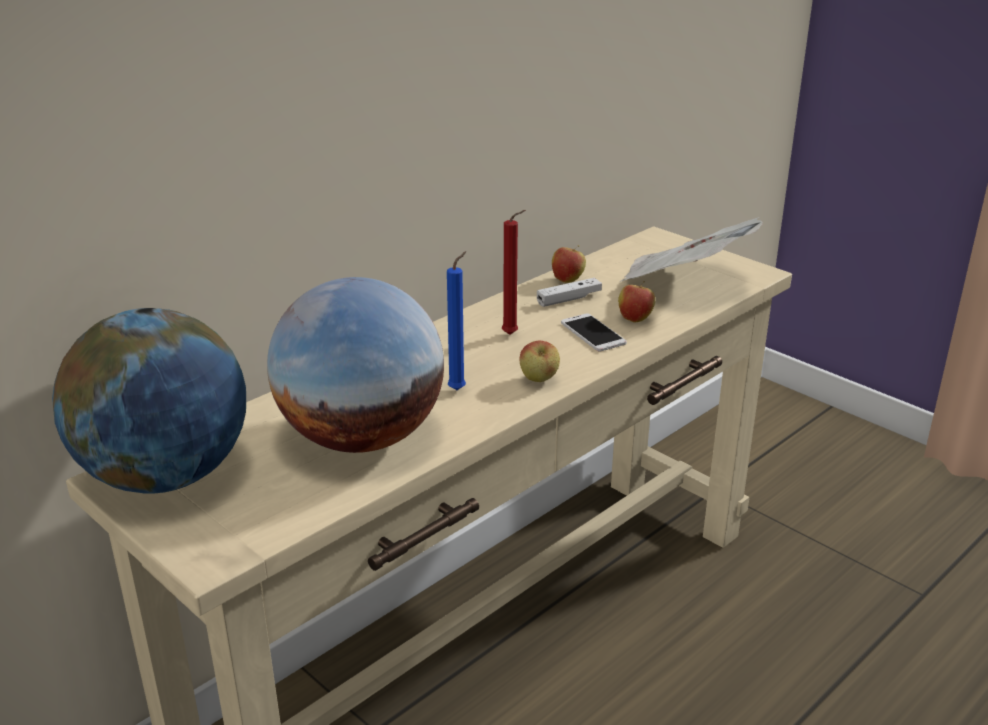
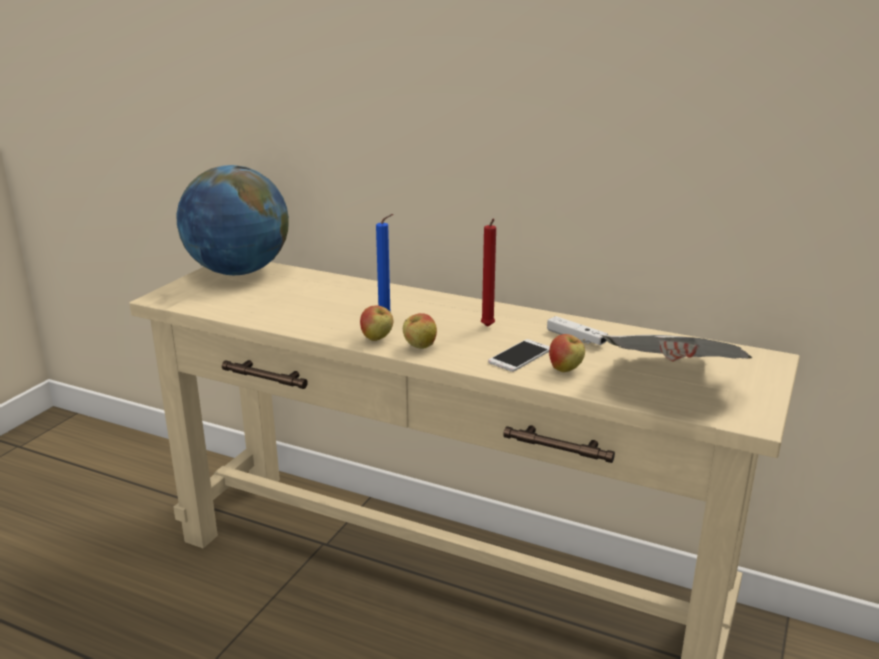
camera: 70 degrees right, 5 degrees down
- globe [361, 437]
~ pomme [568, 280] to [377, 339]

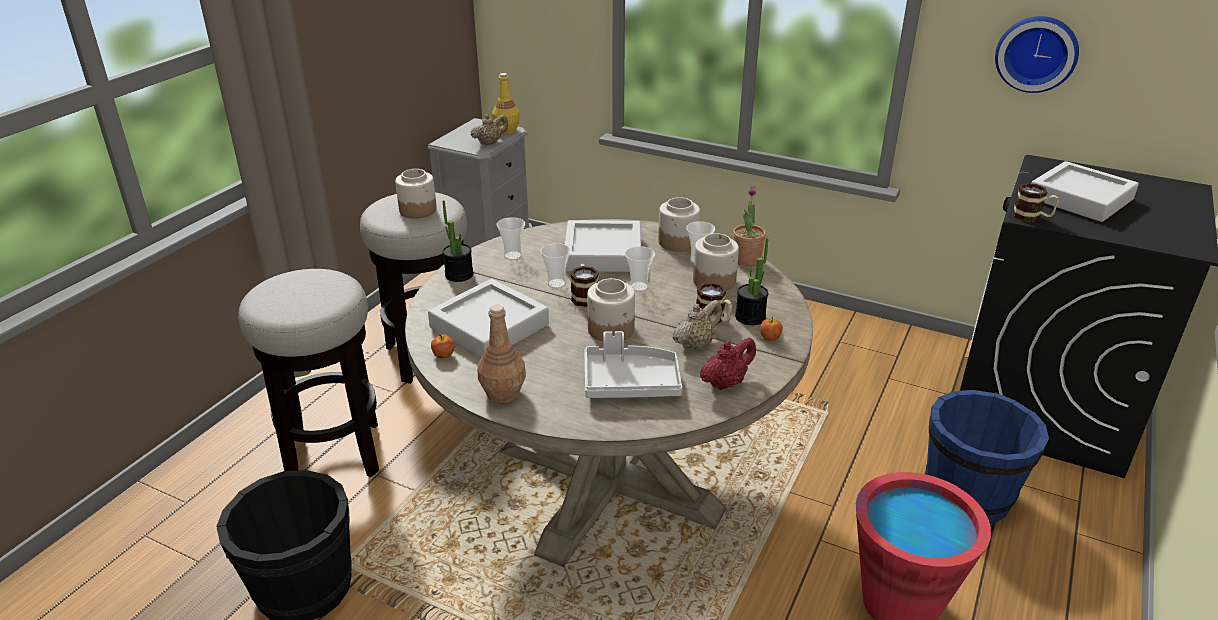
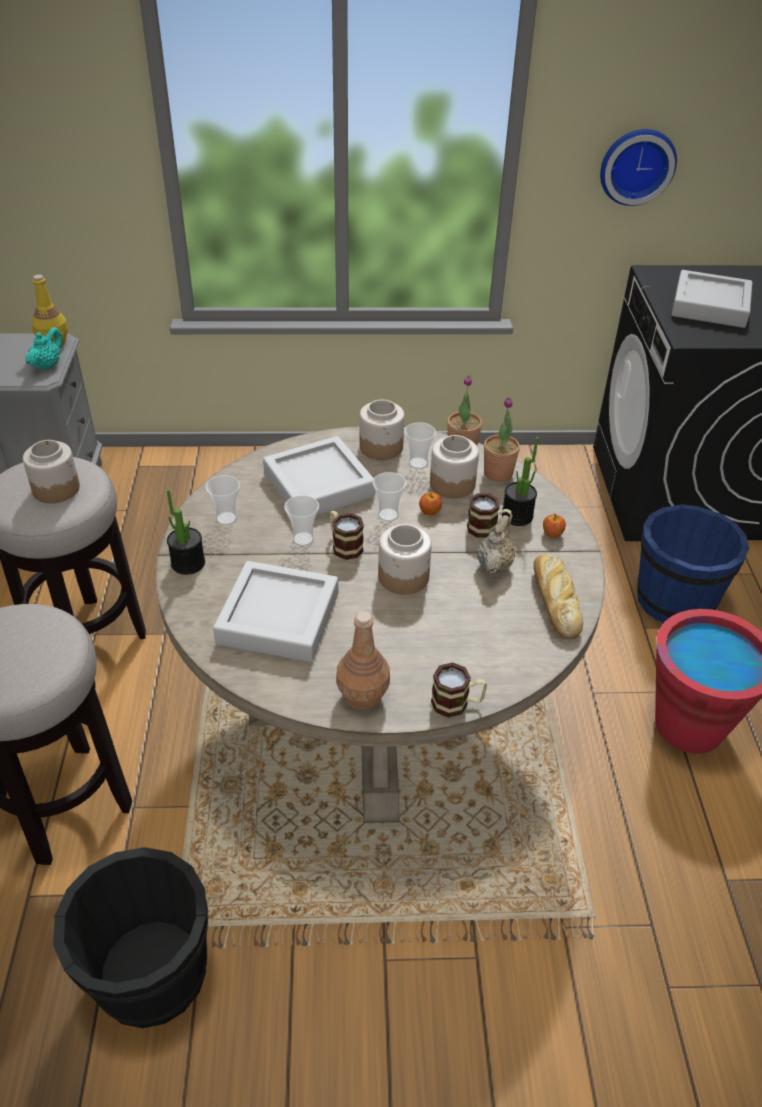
camera: 30 degrees left, 10 degrees up
~ pomme [443, 355] to [430, 511]
~ théière (beige) [490, 143] to théière (turquoise) [47, 365]
- plateau (gris) [630, 383]
~ théière (rouge) [725, 383] to pain [555, 599]
~ mug [1032, 217] to [457, 703]
+ plante en pot [498, 473]

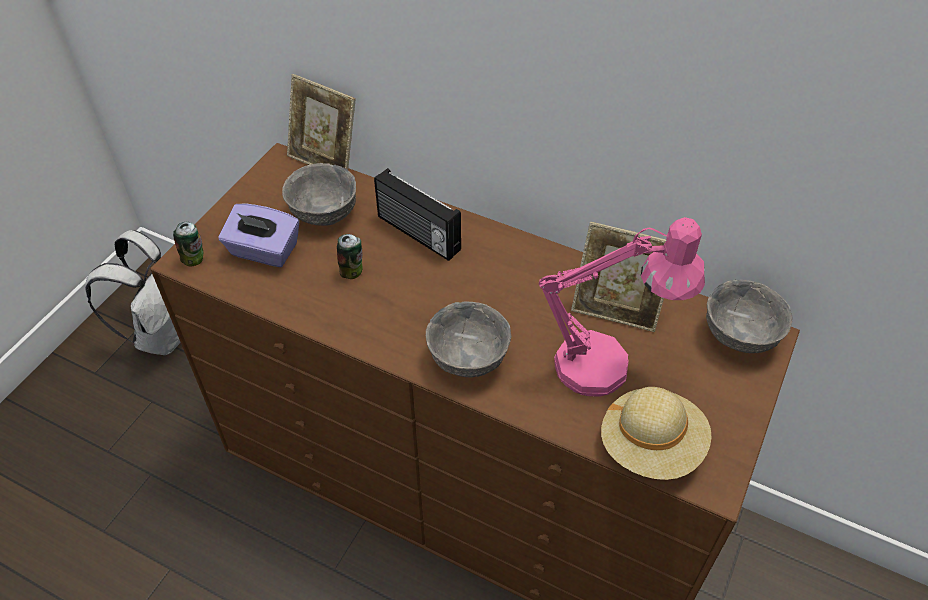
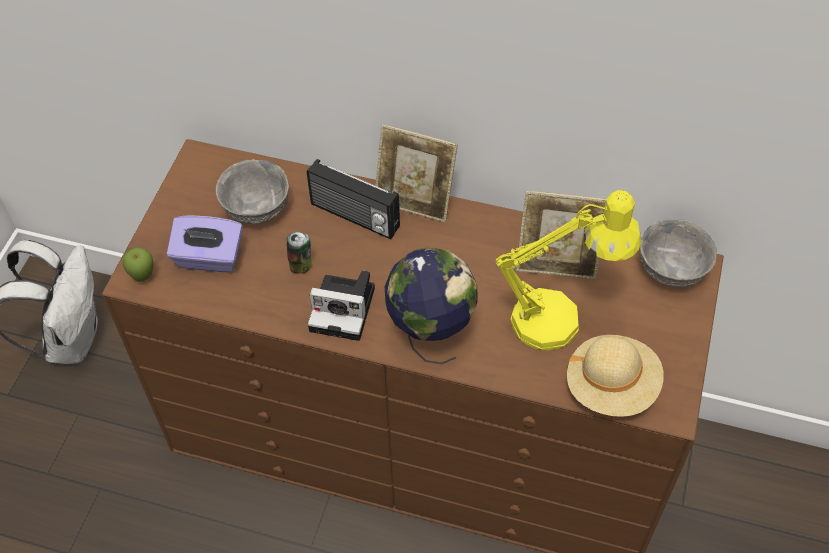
camera: 10 degrees left, 5 degrees up
~ boîte métallique [195, 259] to pomme [143, 277]
~ cadre photo [325, 160] to [415, 202]
~ bol (gris) [467, 357] to globe [430, 332]
~ lampe de table (rose) [608, 366] to lampe de table (jaune) [560, 319]
+ appareil photo [345, 309]

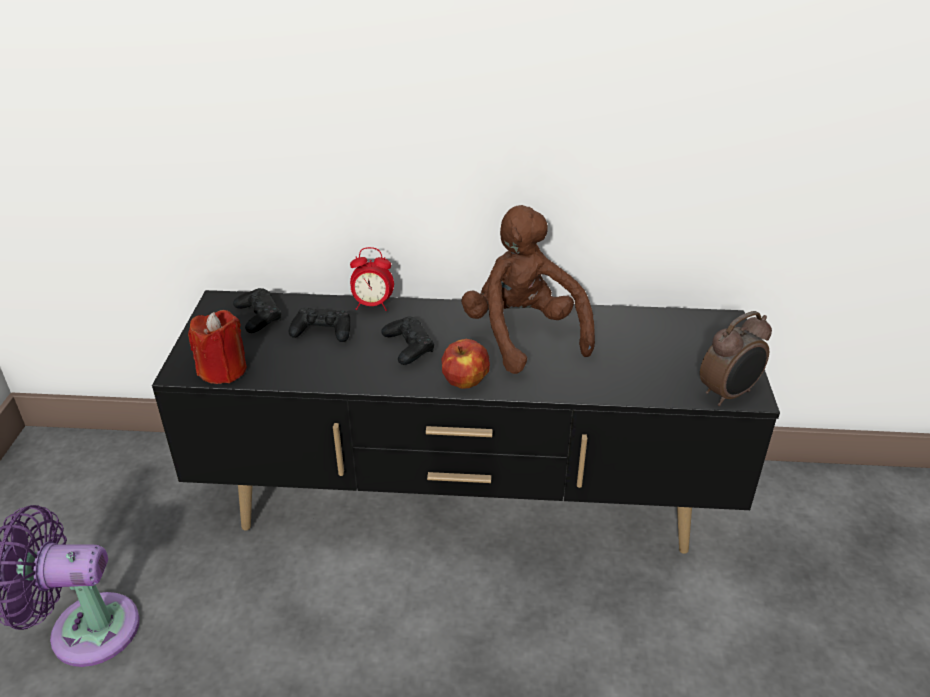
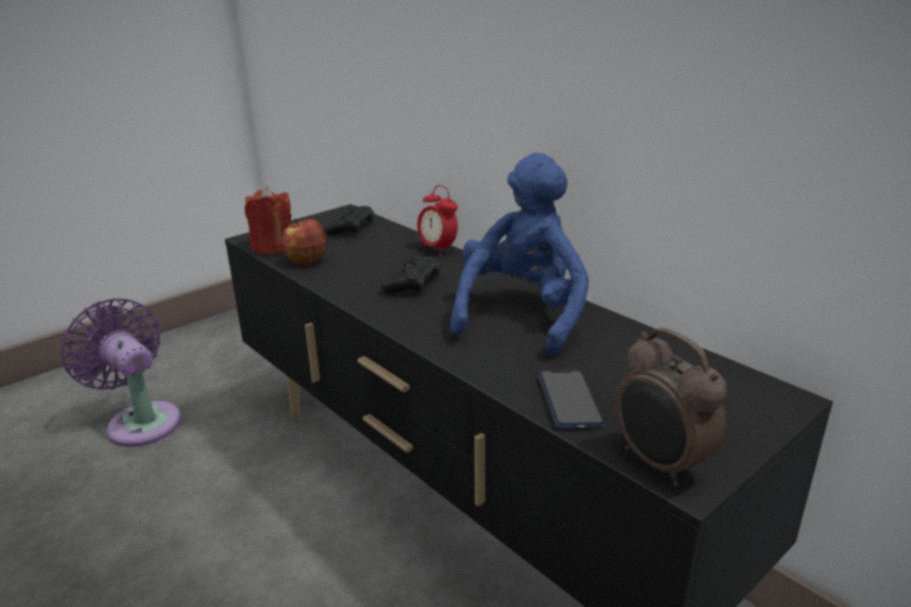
camera: 45 degrees right, 10 degrees down
- manette (noir) [322, 331]
~ pomme [466, 381] to [307, 261]
~ peluche (marron) [523, 335] to peluche (bleu) [522, 314]
~ réveil [729, 394] = [659, 464] 45 degrees clockwise
+ téléphone [569, 400]

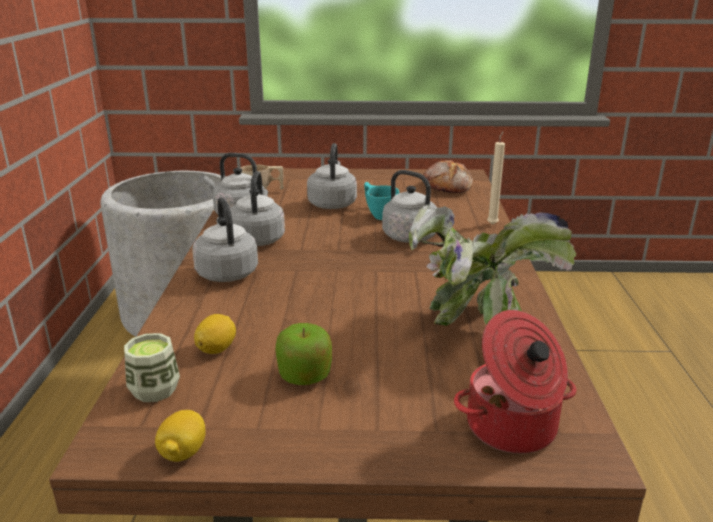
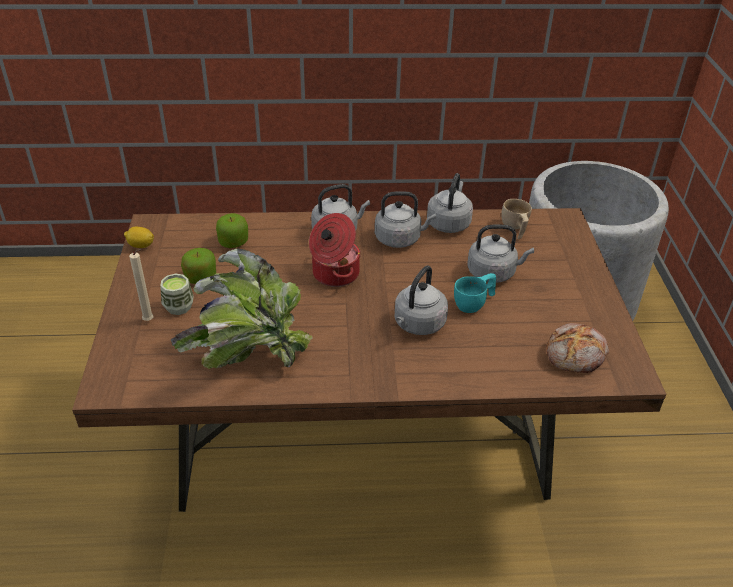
camera: 85 degrees right, 15 degrees up
~ tasse [155, 390] to [178, 307]
~ citron [216, 349] to pomme [233, 242]
~ marmite [512, 429] to [334, 274]
~ bougie (beige) [493, 224] to [150, 321]

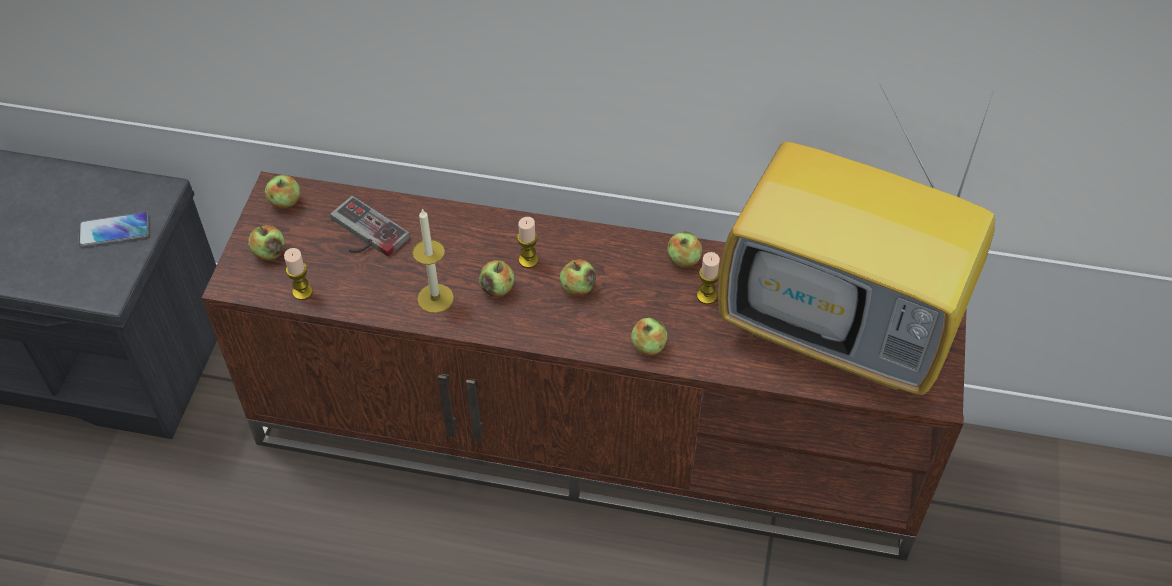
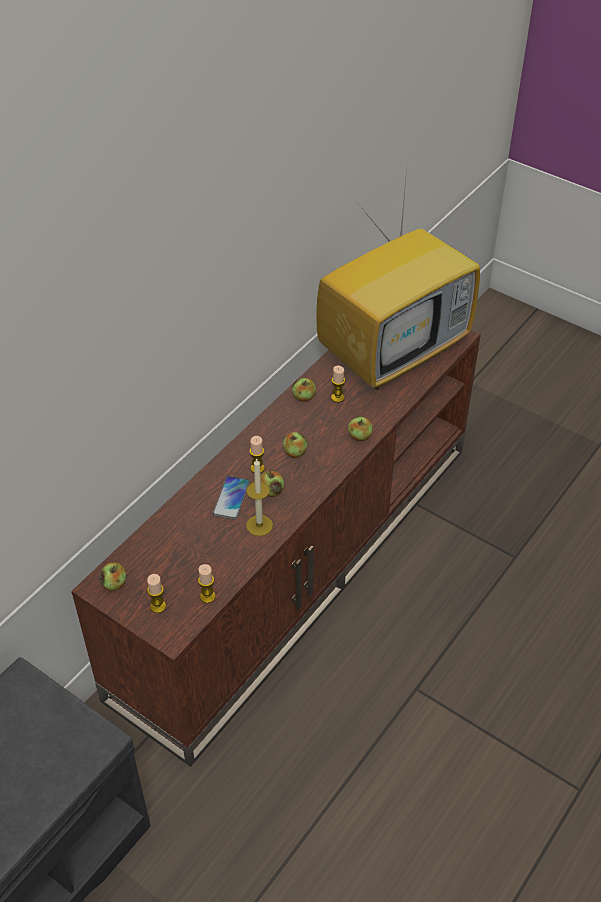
camera: 65 degrees left, 5 degrees down
~ téléphone [114, 230] to [231, 498]
~ pomme [269, 253] to bougie [158, 606]
- manette [363, 234]

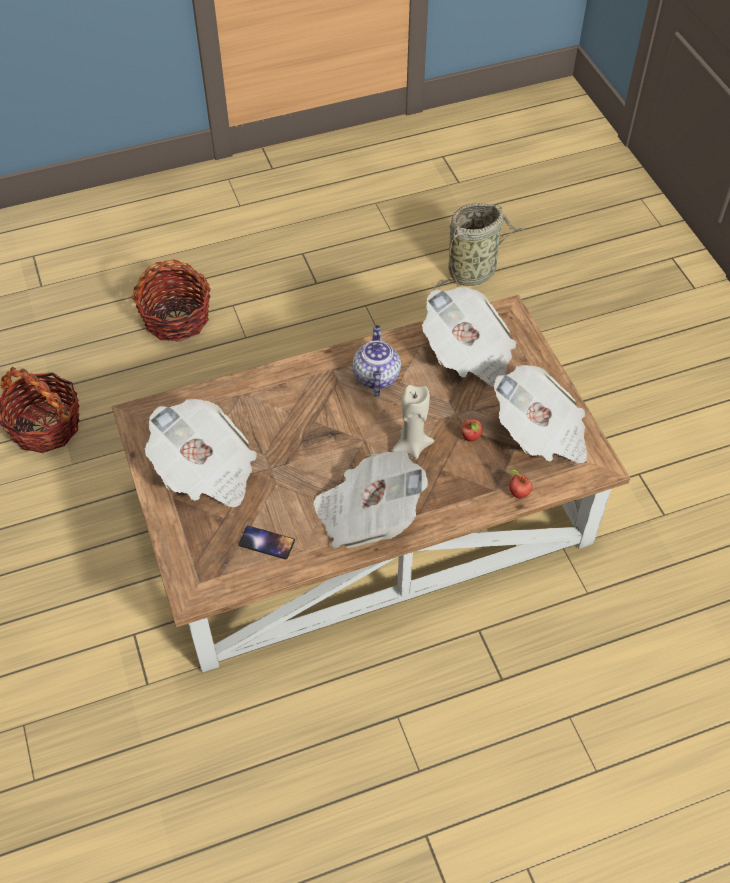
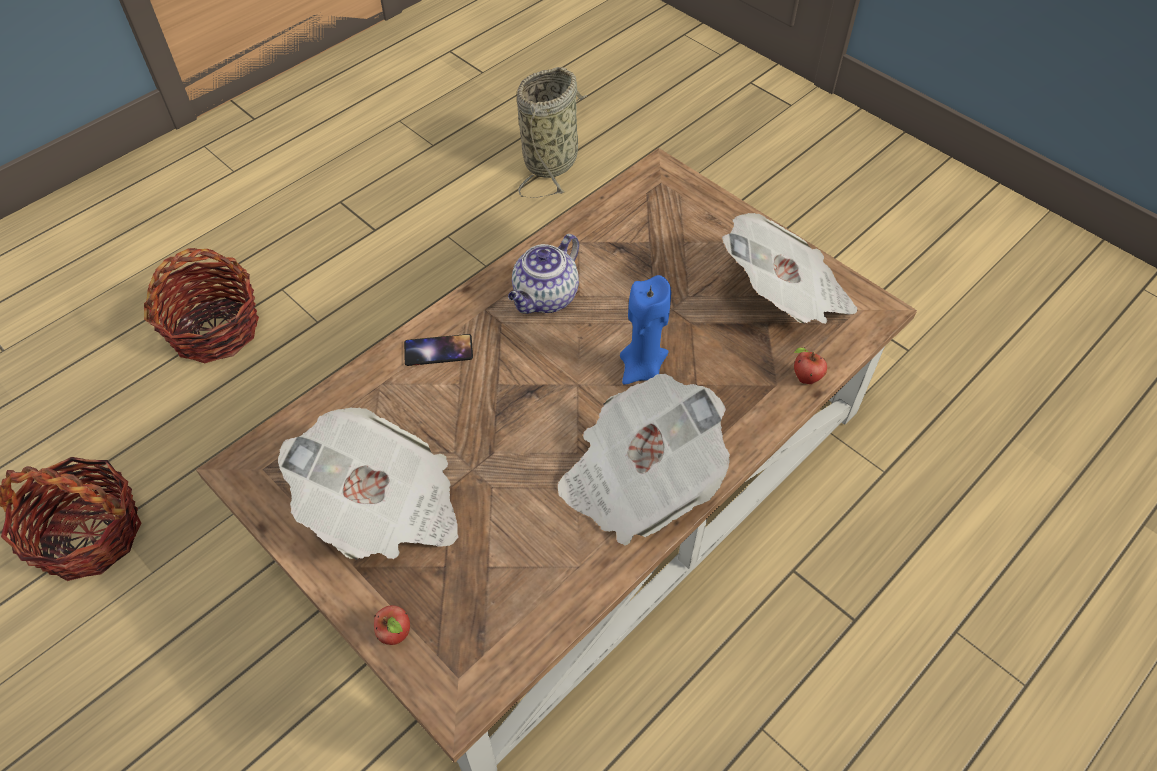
camera: 25 degrees left, 0 degrees up
~ téléphone [266, 542] to [438, 350]
~ théière [375, 376] = [545, 298] 120 degrees counterclockwise
~ bougie (beige) [412, 446] to bougie (bleu) [642, 369]
- journal [468, 355]
~ pomme [471, 438] to [396, 634]

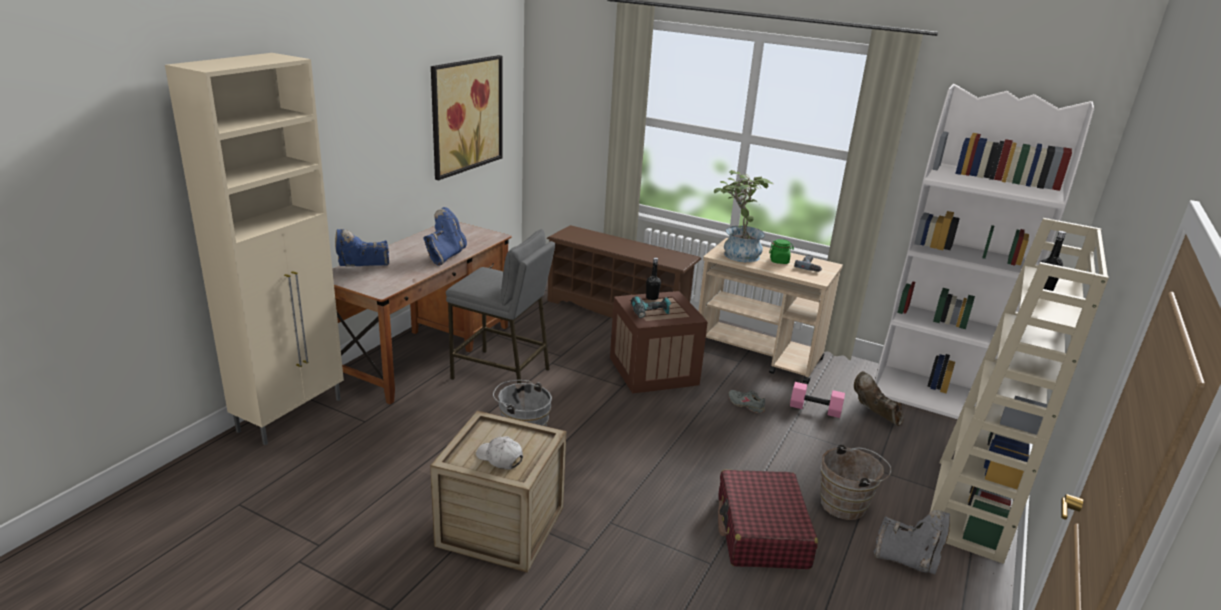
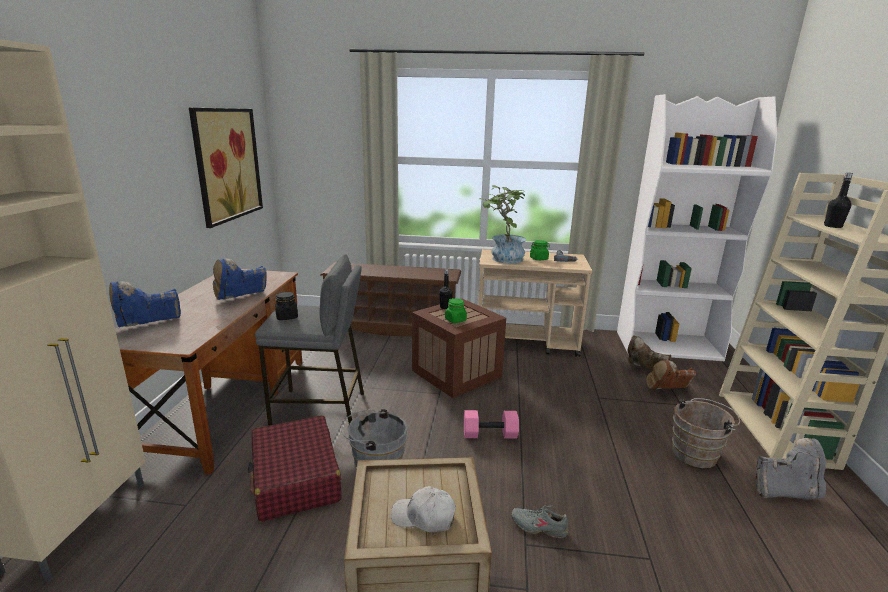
camera: 20 degrees left, 5 degrees down
~ botte (bleu) [445, 256] = [241, 299] 135 degrees counterclockwise
~ perceuse [651, 313] to bocal (vert) [455, 320]
~ valise (rouge) [761, 532] to [296, 478]
~ chaussure (gris) [746, 405] to [539, 526]
~ haltère (rose) [815, 408] to [490, 433]
+ bocal (noir) [287, 317]
+ botte (marron) [667, 391]

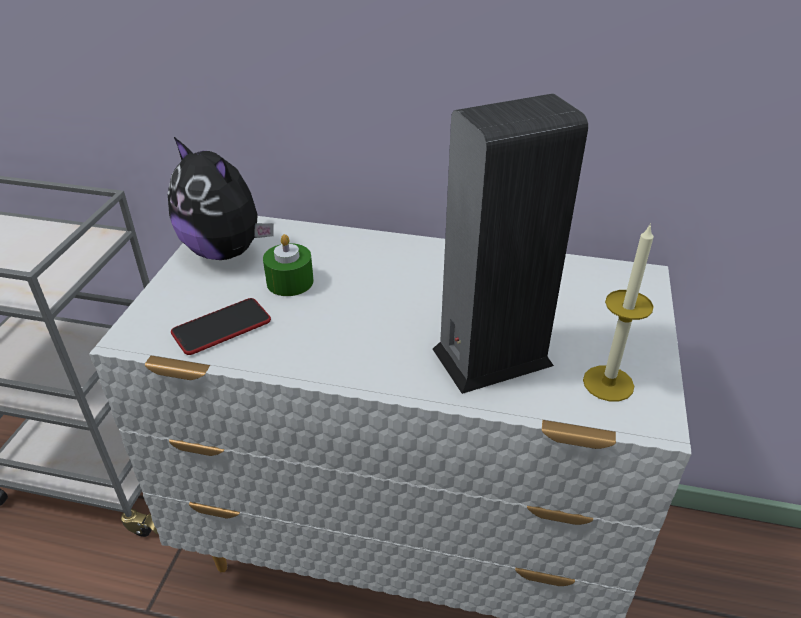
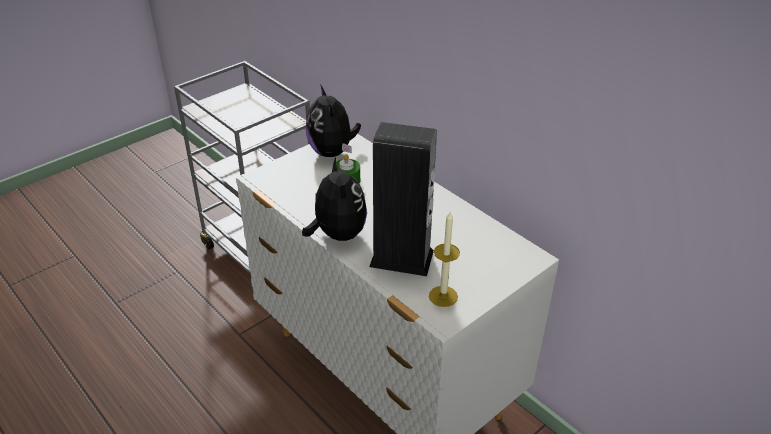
camera: 35 degrees right, 0 degrees up
- téléphone [222, 327]
+ peluche [337, 234]

